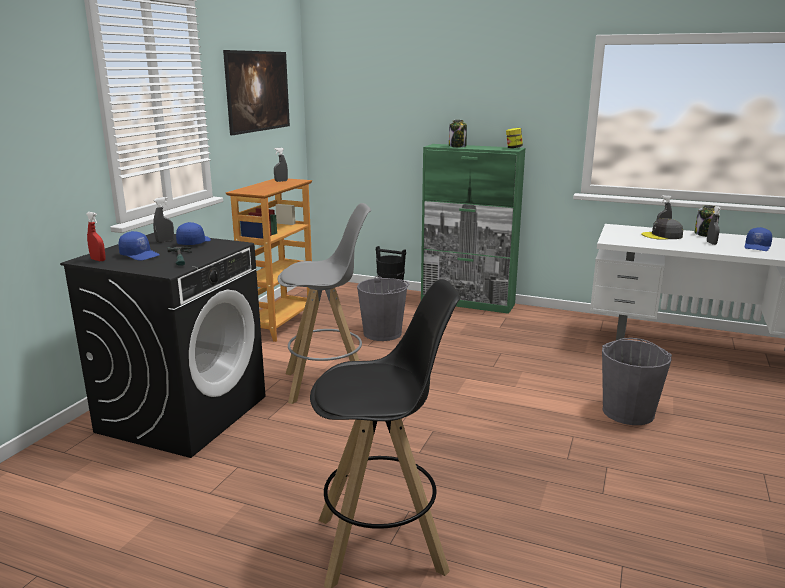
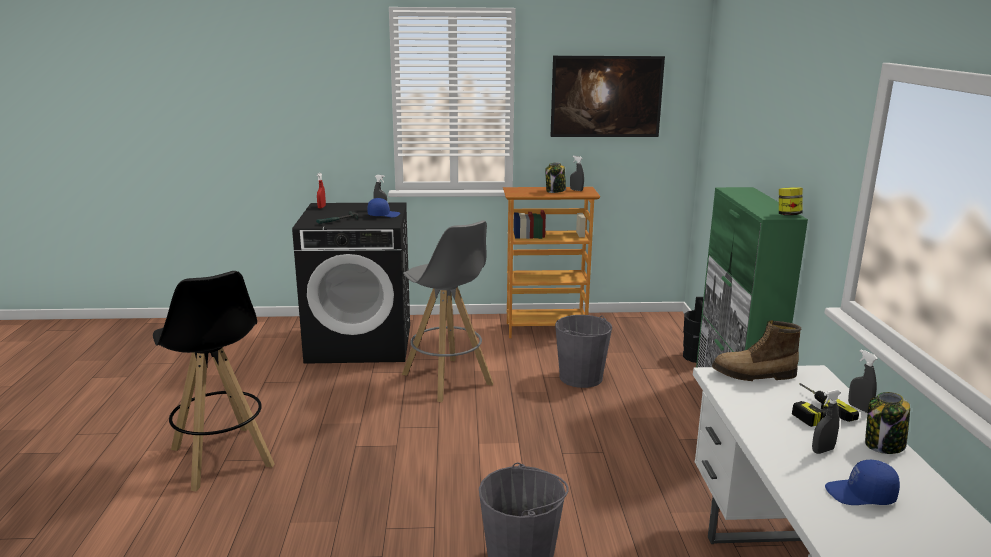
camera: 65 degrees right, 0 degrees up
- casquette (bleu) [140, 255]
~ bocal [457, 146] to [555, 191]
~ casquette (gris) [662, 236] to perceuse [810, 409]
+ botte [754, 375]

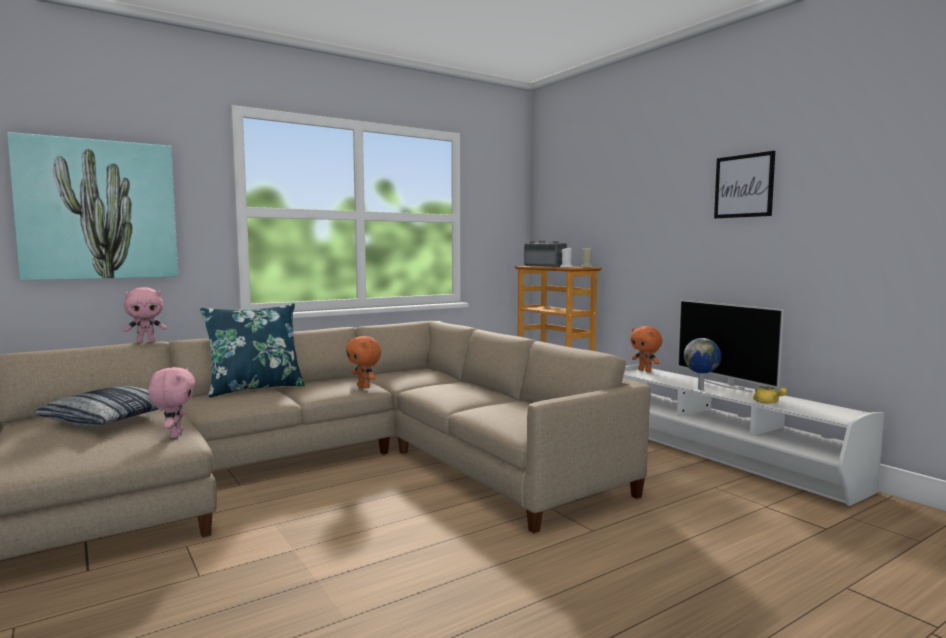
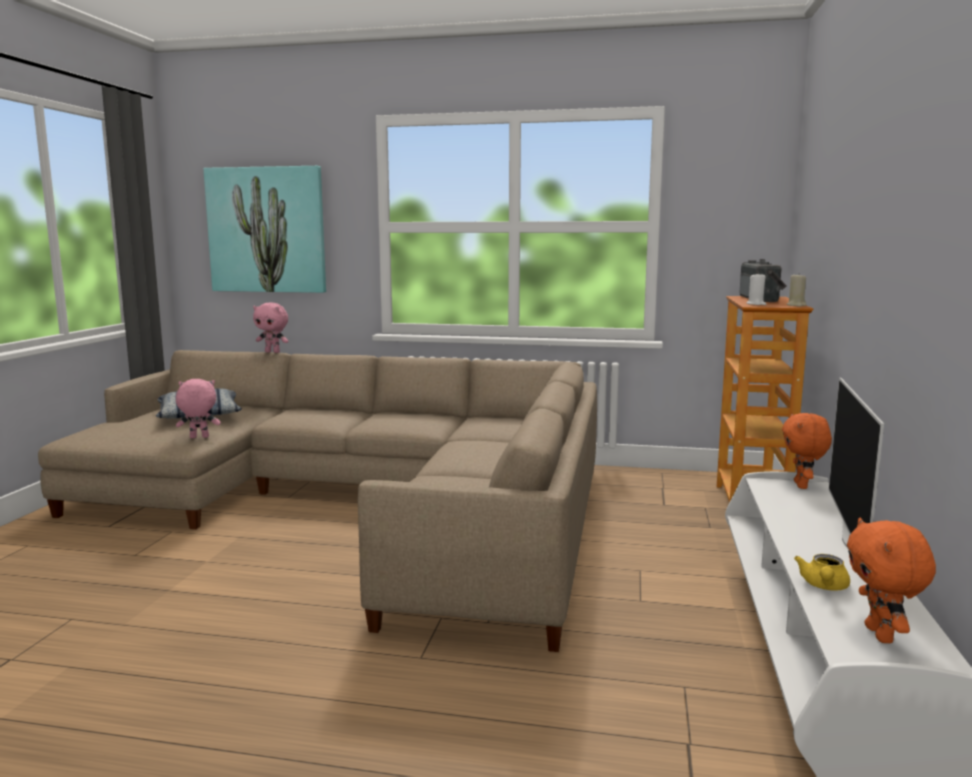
camera: 45 degrees right, 5 degrees up
~ peluche (rose) [174, 435] = [199, 437] 135 degrees counterclockwise
- coussin (bleu) [255, 388]
~ peluche (orange) [364, 387] to [881, 635]
- globe [701, 389]
- tableau [743, 186]

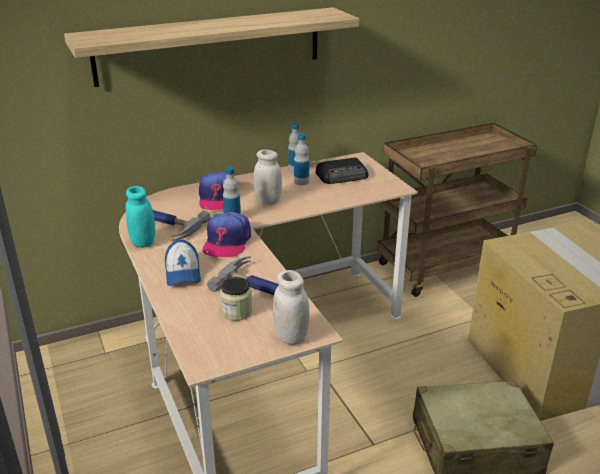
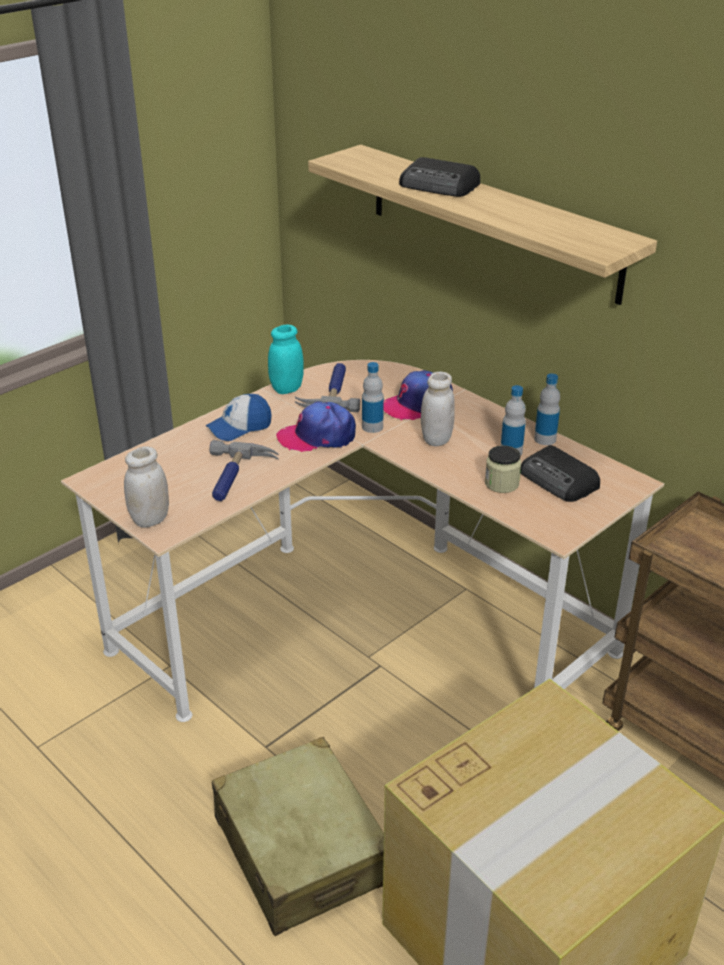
camera: 70 degrees right, 5 degrees up
~ bocal [236, 312] to [501, 483]
+ radio [440, 186]

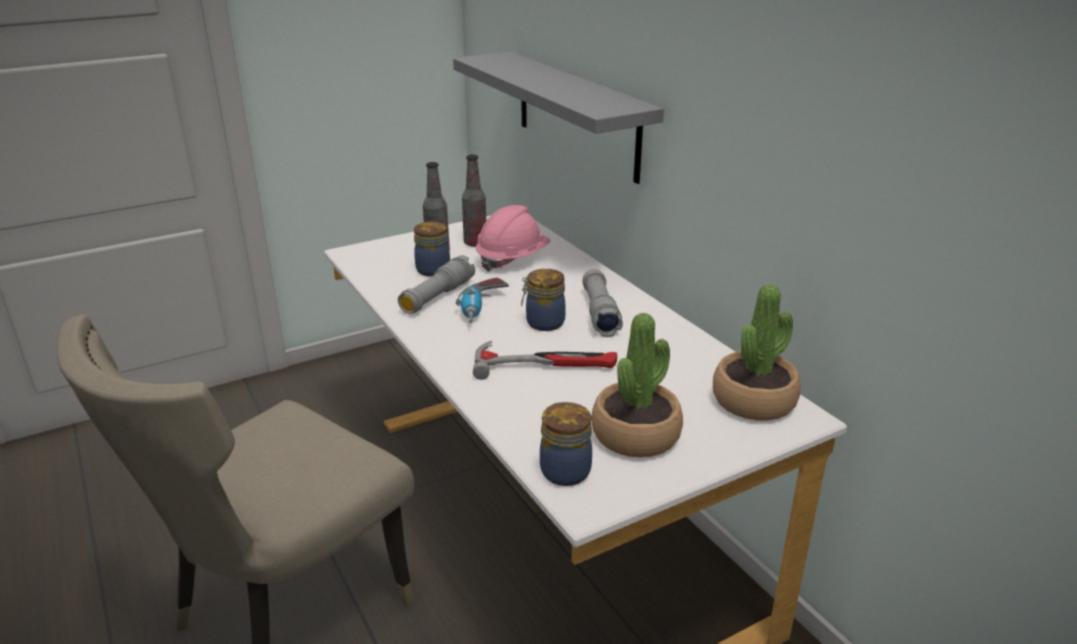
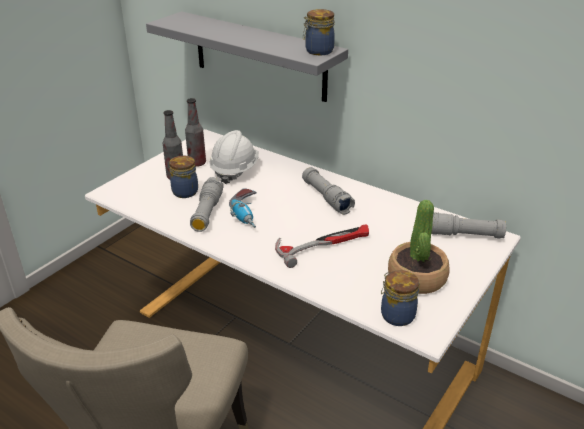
camera: 25 degrees left, 5 degrees up
~ casque de chantier (rose) [512, 259] to casque de chantier (blanc) [234, 170]
~ bocal [543, 323] to [318, 51]
~ plante en pot [754, 401] to lampe de poche (gris) [463, 235]

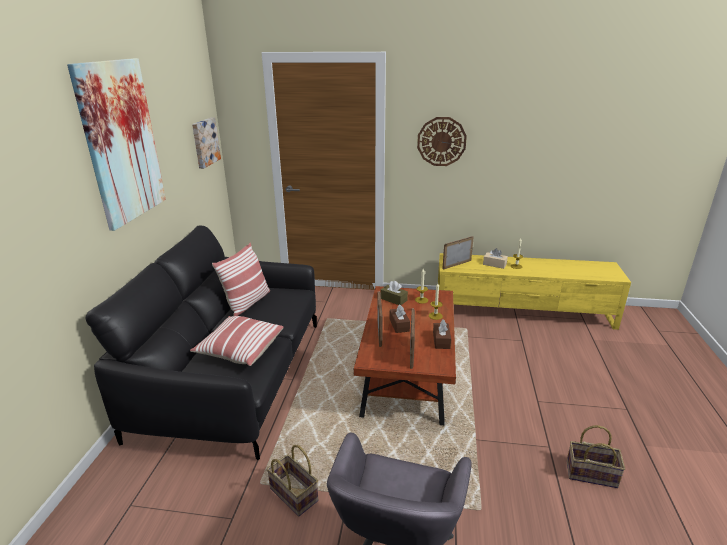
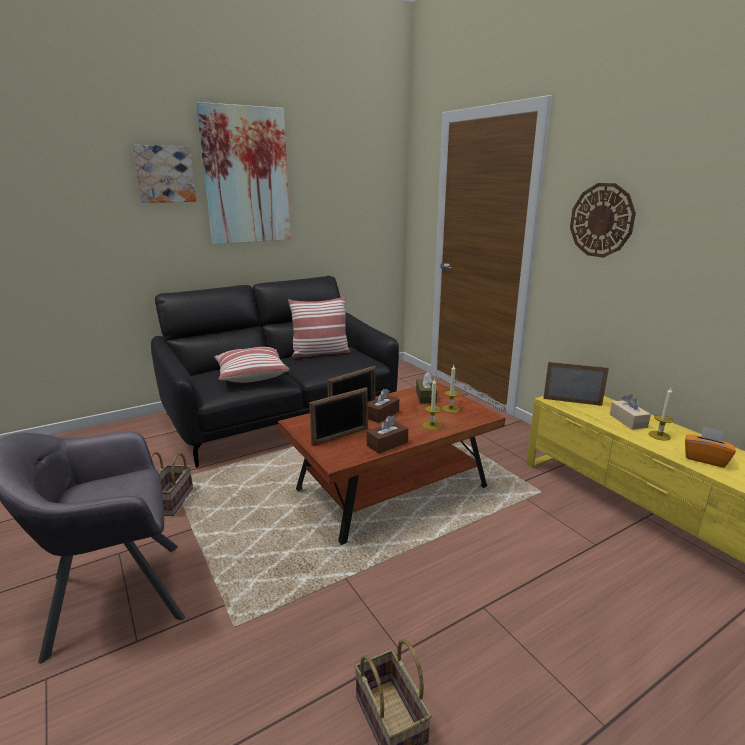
camera: 50 degrees right, 5 degrees down
~ tableau [204, 142] to [164, 174]
+ boîte à mouchoirs (orange) [705, 459]

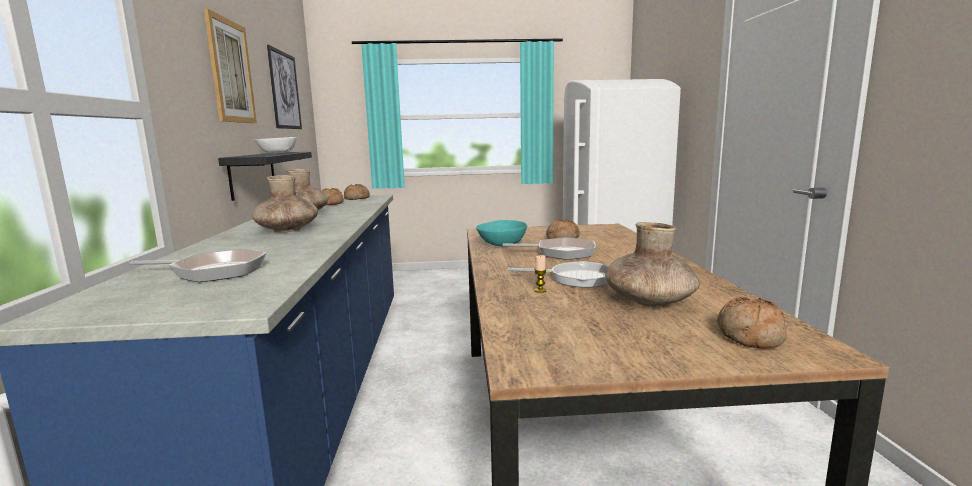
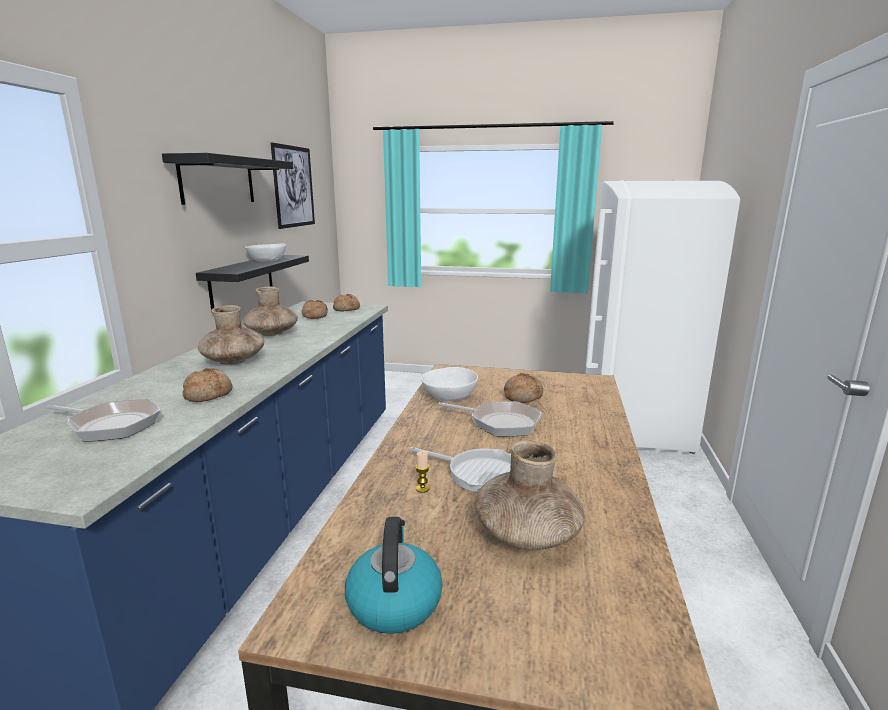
camera: 15 degrees right, 5 degrees up
~ tableau [231, 71] to étagère (noir) [218, 181]
~ bol (turquoise) [502, 244] to bol (blanc) [449, 397]
~ pain [748, 336] to [208, 394]
+ bouilloire [394, 601]

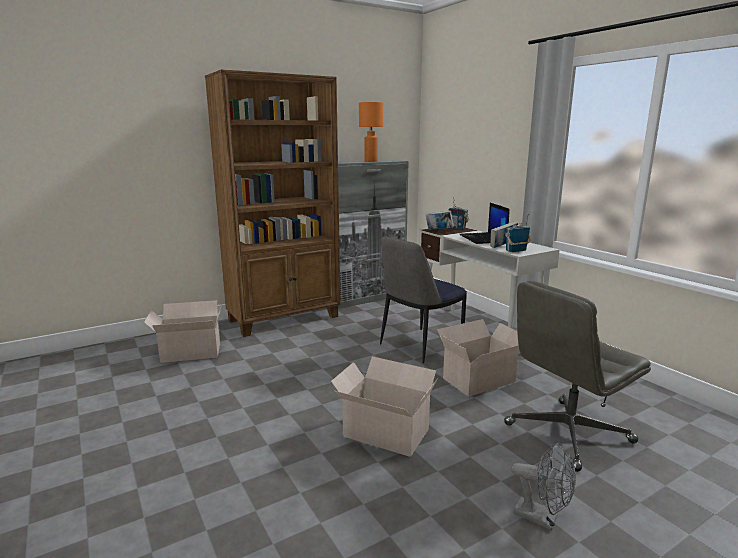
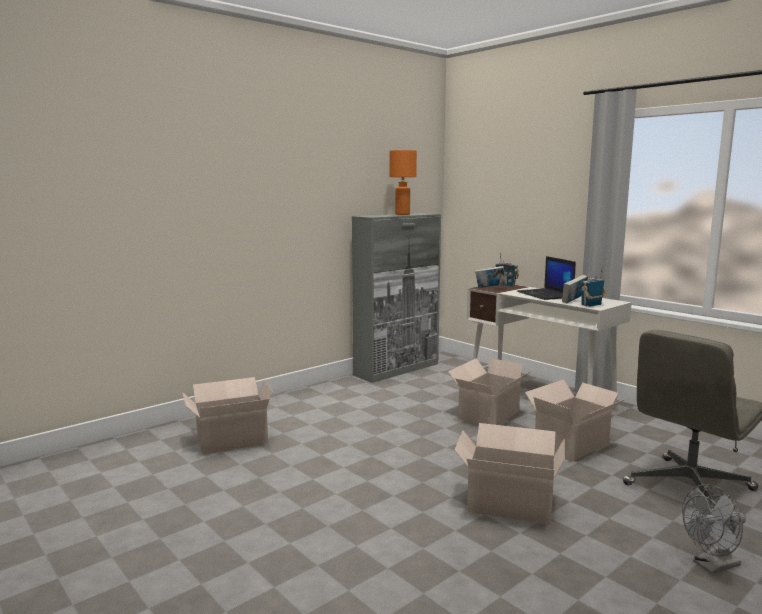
camera: 10 degrees left, 5 degrees down
- bibliothèque (marron) [285, 318]
~ chaise [419, 345] to carton [487, 415]
~ ventilateur (gris) [542, 518] = [711, 566] 135 degrees clockwise

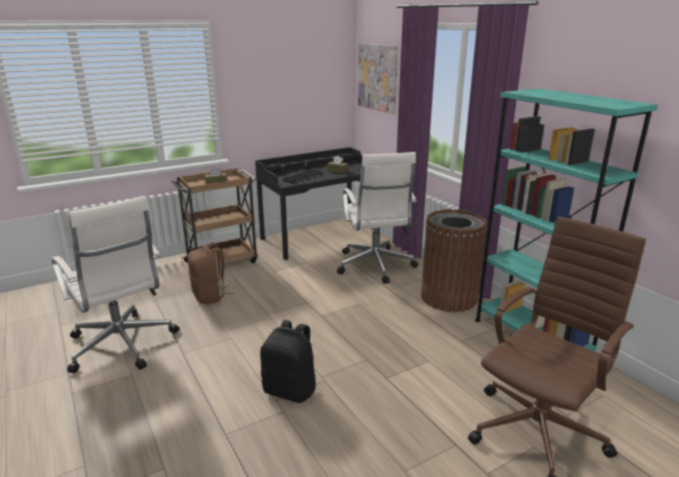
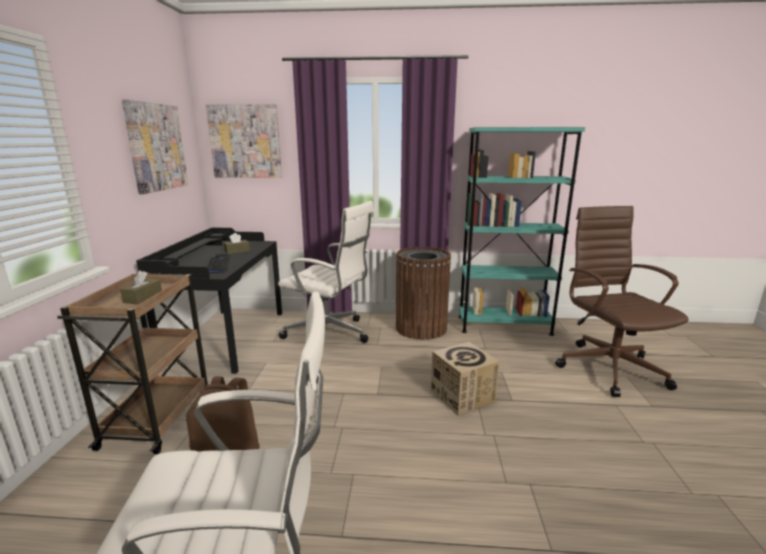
camera: 55 degrees left, 5 degrees down
- sac à dos (noir) [290, 390]
+ tableau [156, 147]
+ carton [462, 396]

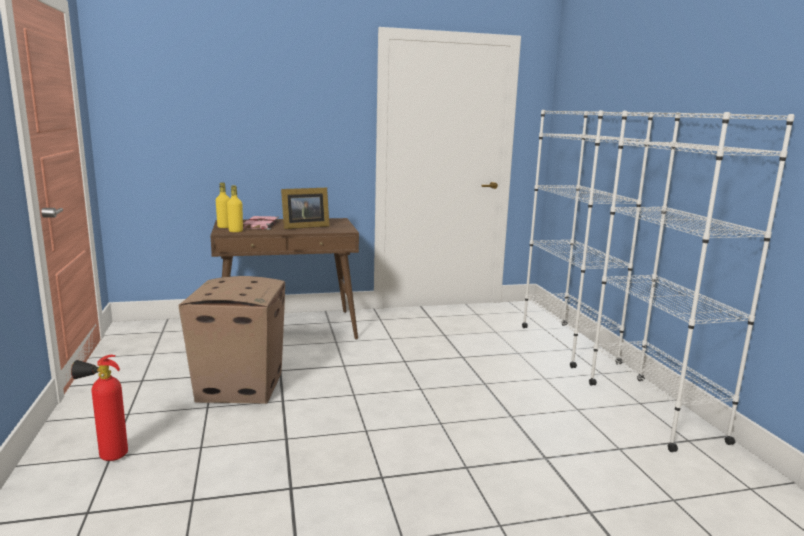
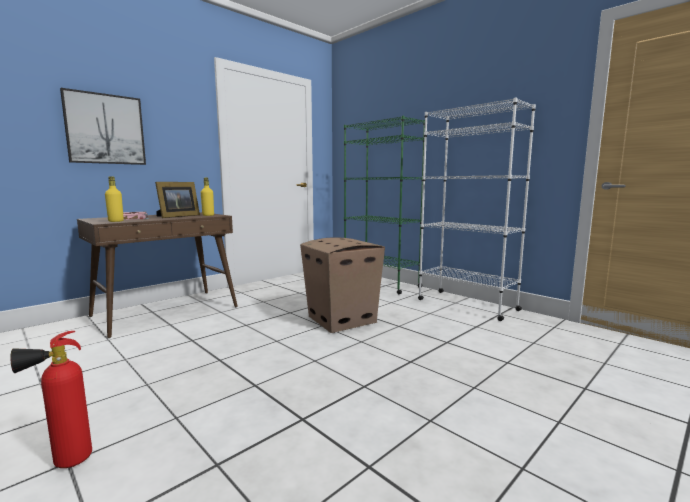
camera: 30 degrees left, 5 degrees down
~ carton [241, 386] to [341, 319]
~ bouteille (jaune) [224, 227] to [208, 215]
~ bibliothèque (blanc) [567, 344] to bibliothèque (vert) [381, 283]
+ tableau [105, 129]

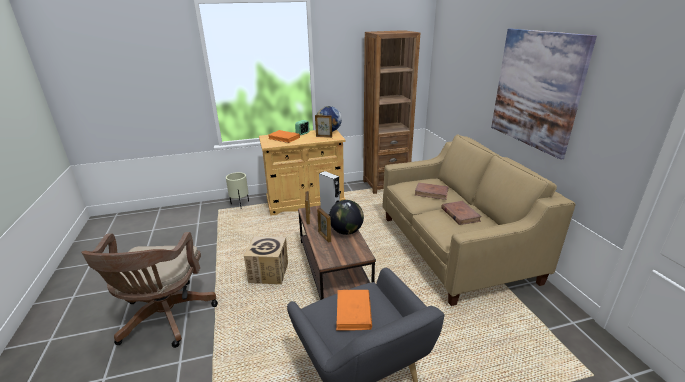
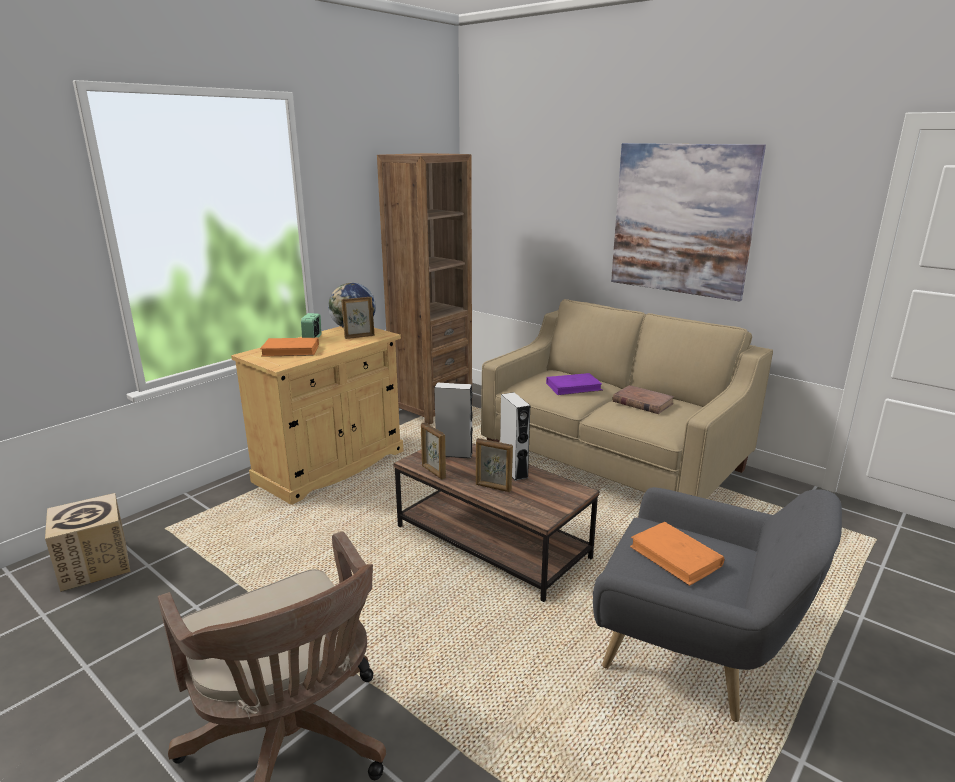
camera: 35 degrees left, 5 degrees down
- cache-pot (beige) [240, 204]
~ carton [269, 273] to [95, 565]
~ globe [346, 231] to enceinte (gris) [513, 470]
~ livre (marron) [431, 193] to livre (violet) [574, 387]

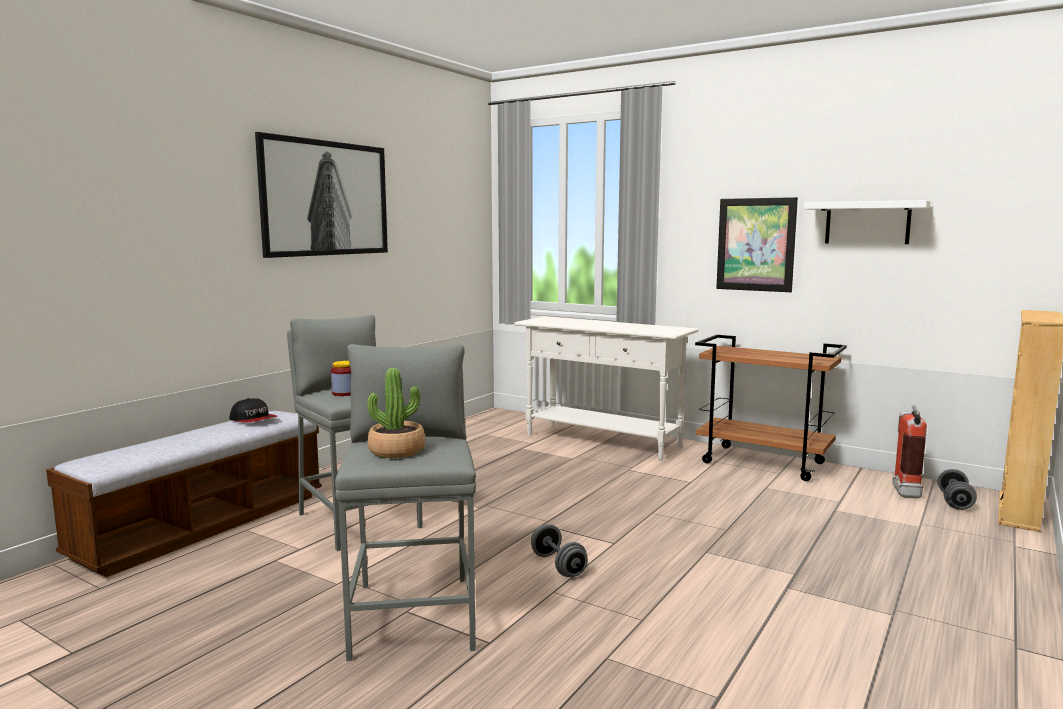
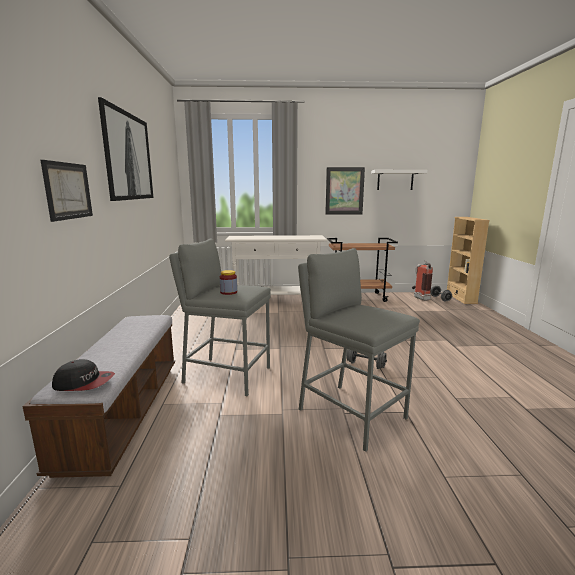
camera: 35 degrees left, 5 degrees up
~ casquette [253, 420] to [84, 382]
- plante en pot [397, 451]
+ tableau [68, 191]

